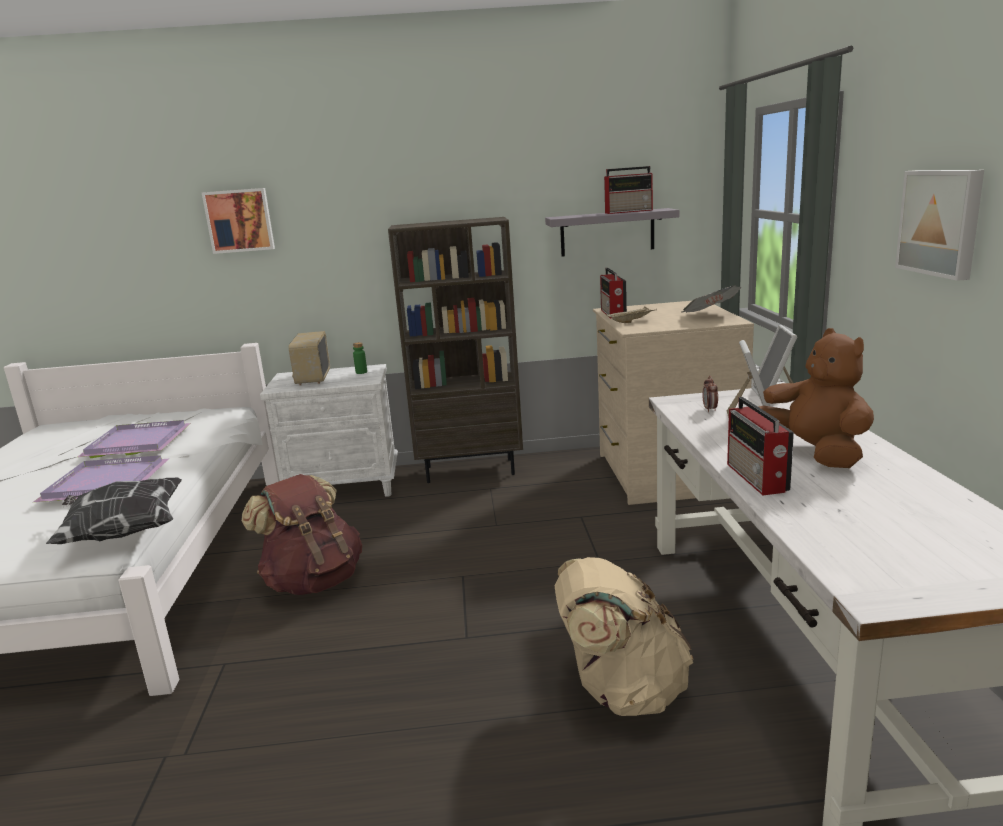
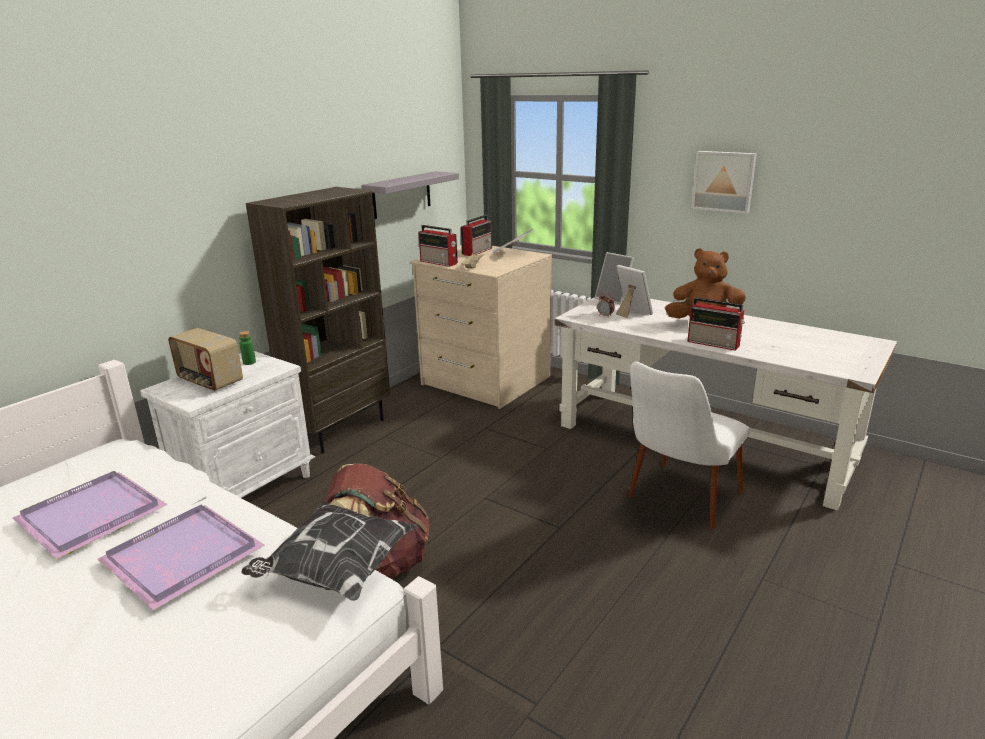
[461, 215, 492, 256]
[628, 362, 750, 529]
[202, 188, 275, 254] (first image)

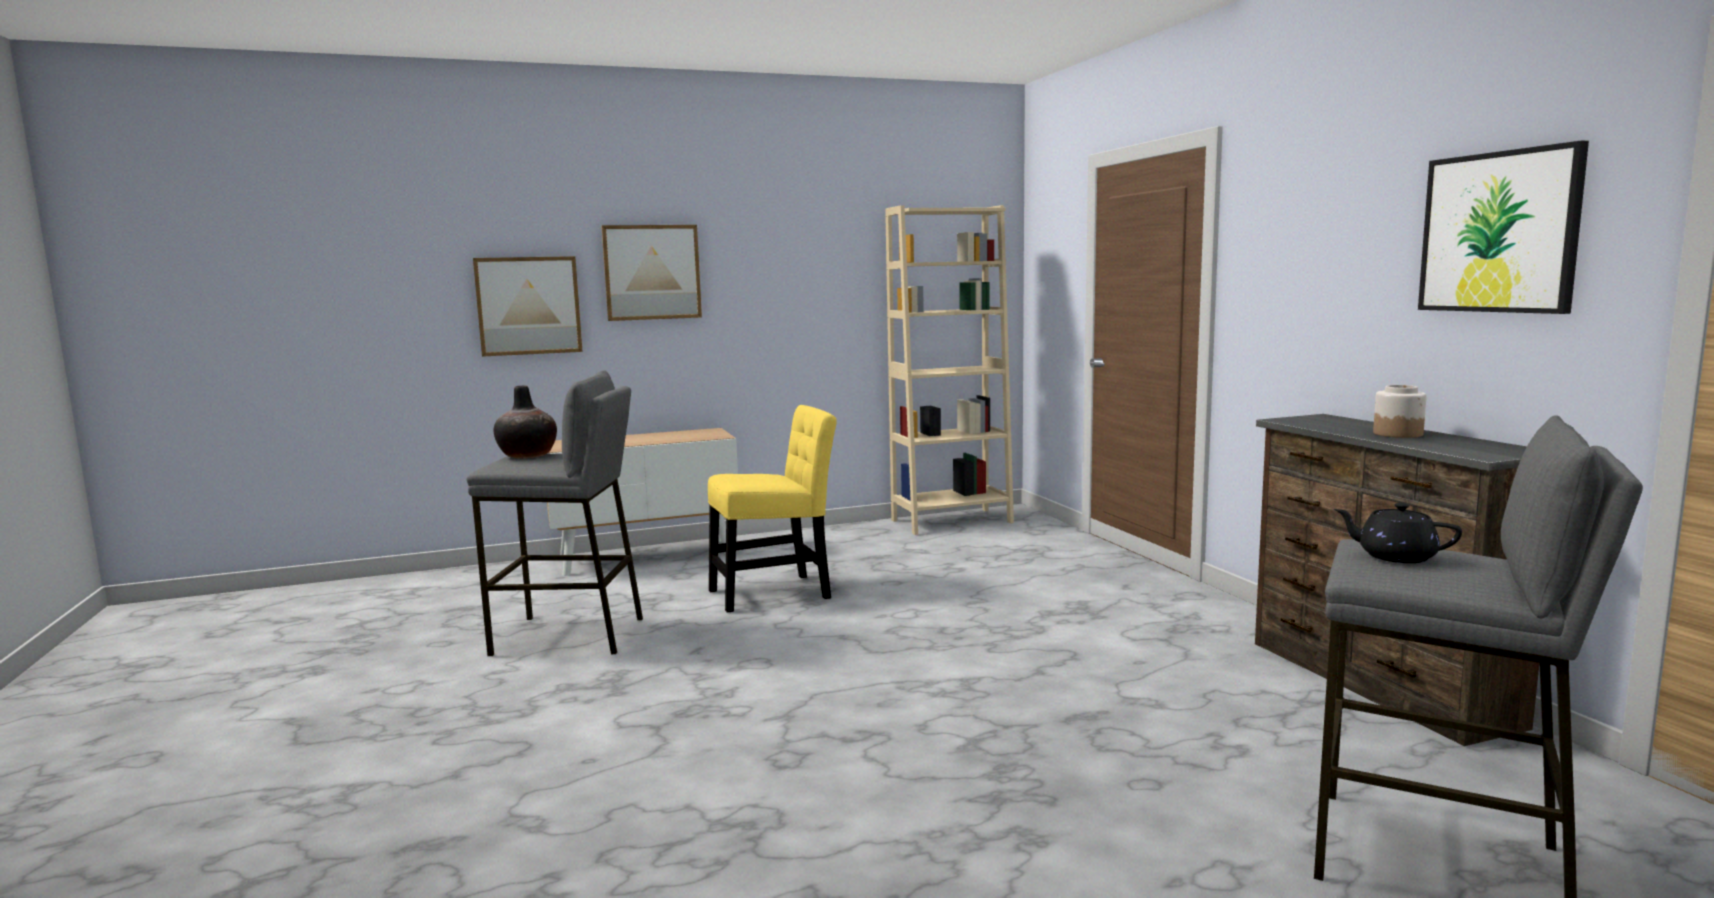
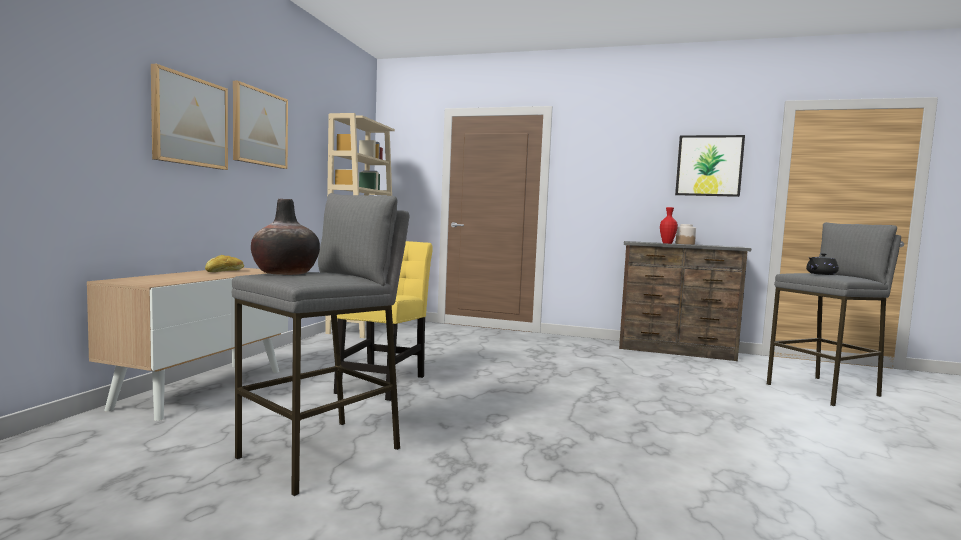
[205, 255, 244, 272]
[233, 81, 288, 169]
[660, 207, 678, 244]

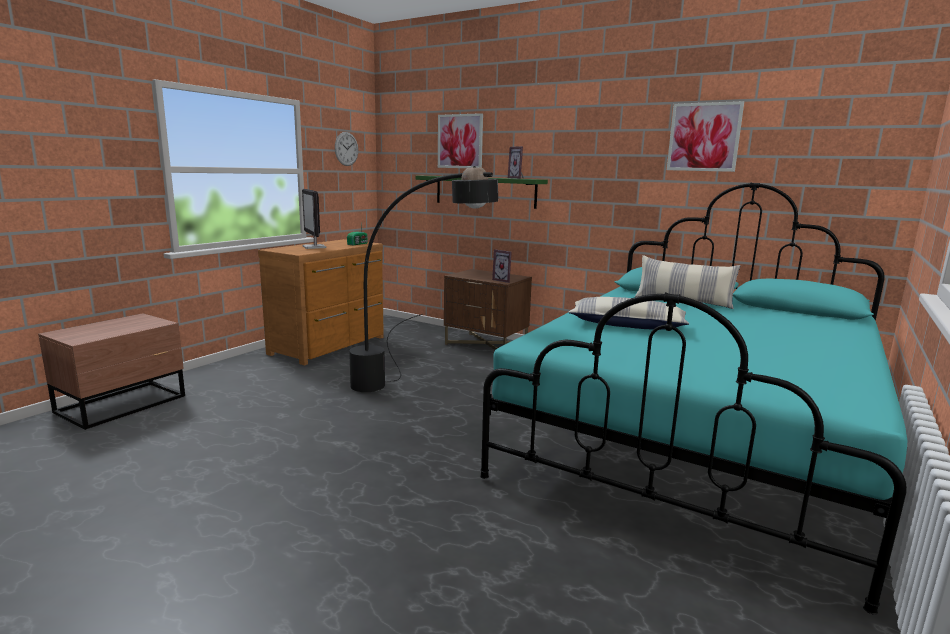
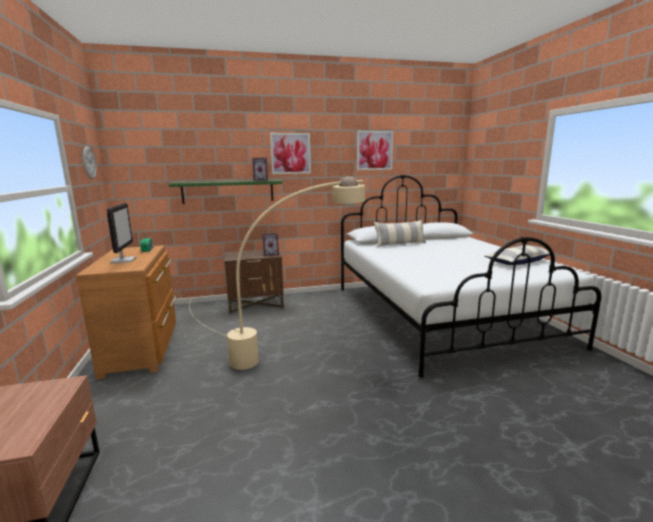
[107, 203, 136, 263]
[189, 176, 365, 370]
[270, 133, 311, 174]
[341, 175, 602, 378]
[484, 245, 555, 265]

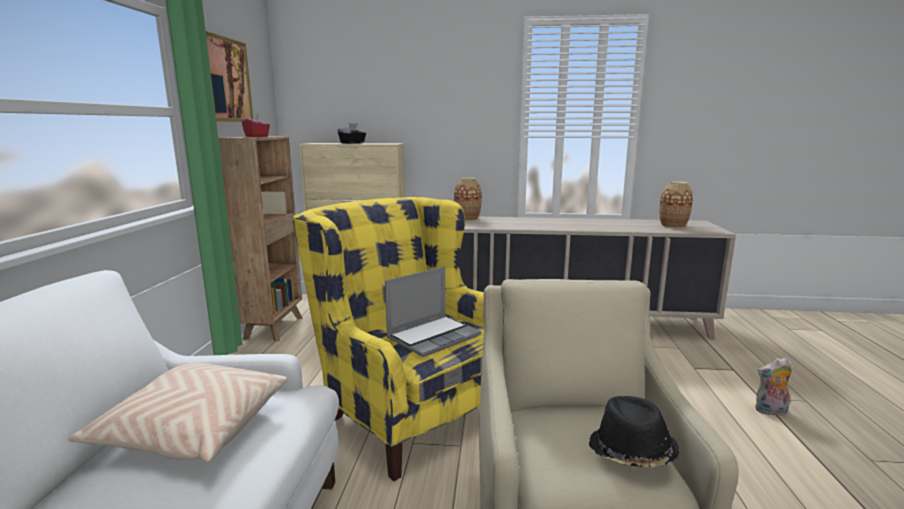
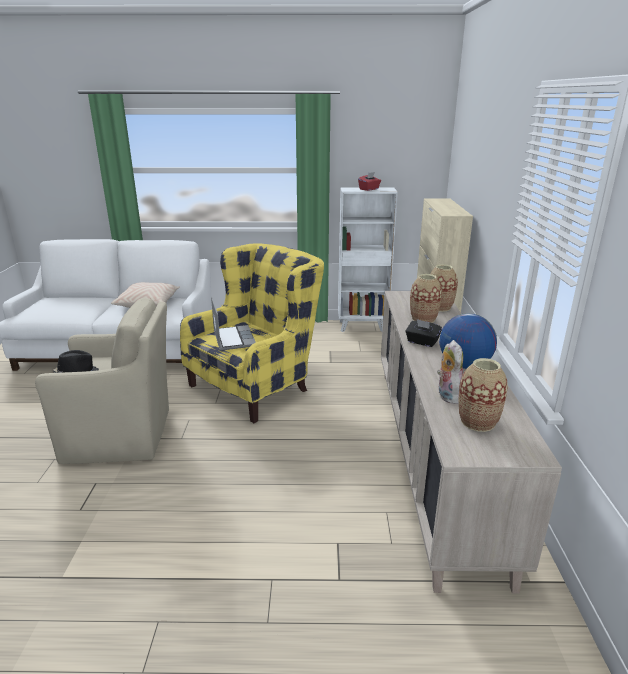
[211, 297, 256, 351]
[338, 187, 398, 332]
[405, 319, 442, 347]
[410, 274, 442, 323]
[437, 340, 463, 404]
[439, 313, 497, 369]
[206, 31, 253, 122] (first image)

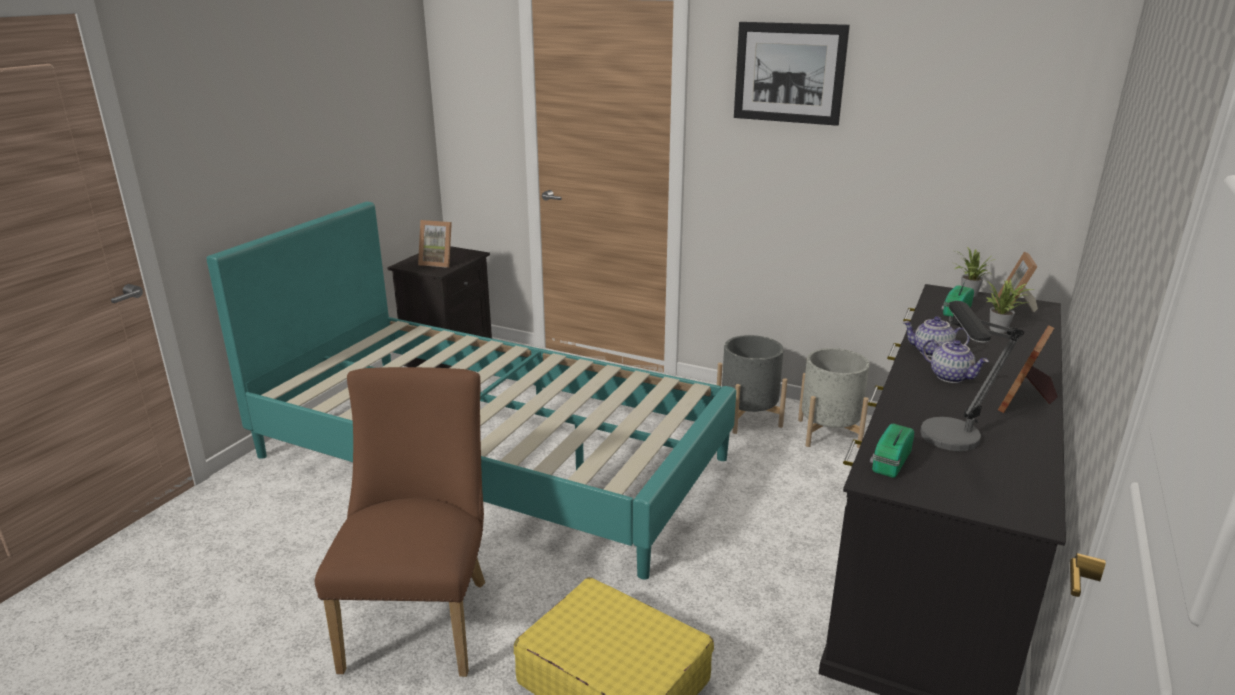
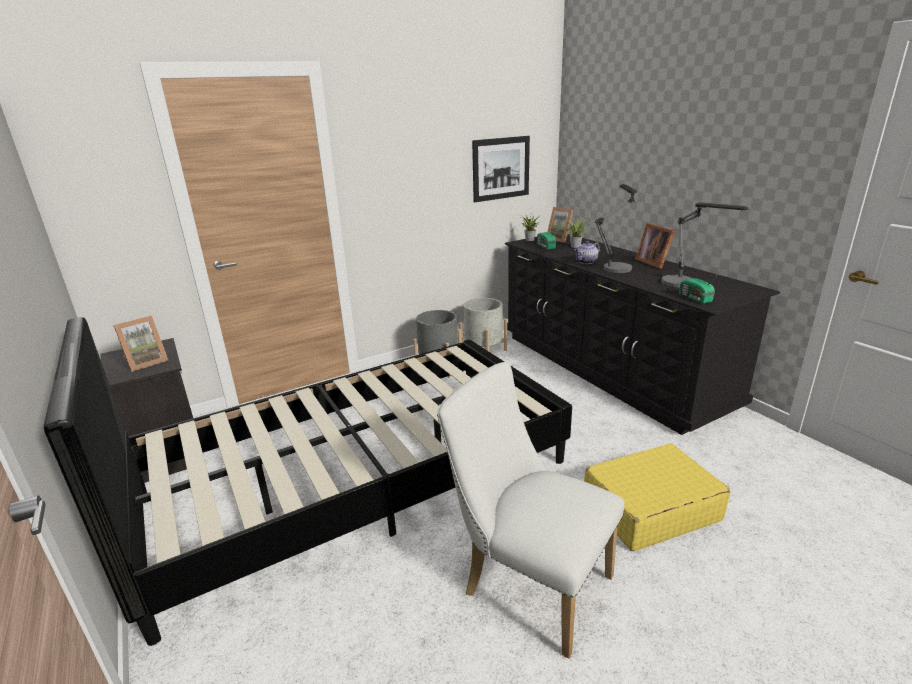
[44, 317, 572, 646]
[437, 362, 625, 659]
[472, 136, 530, 202]
[595, 184, 637, 273]

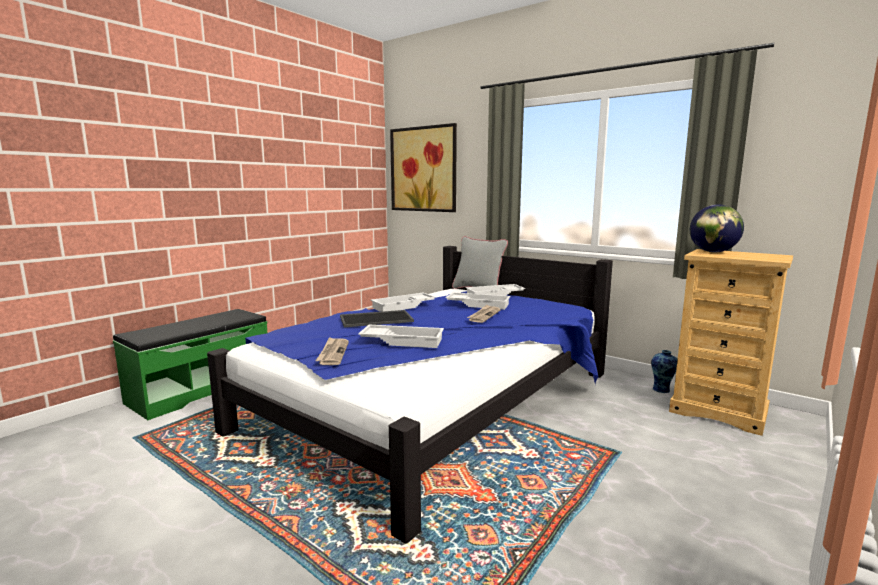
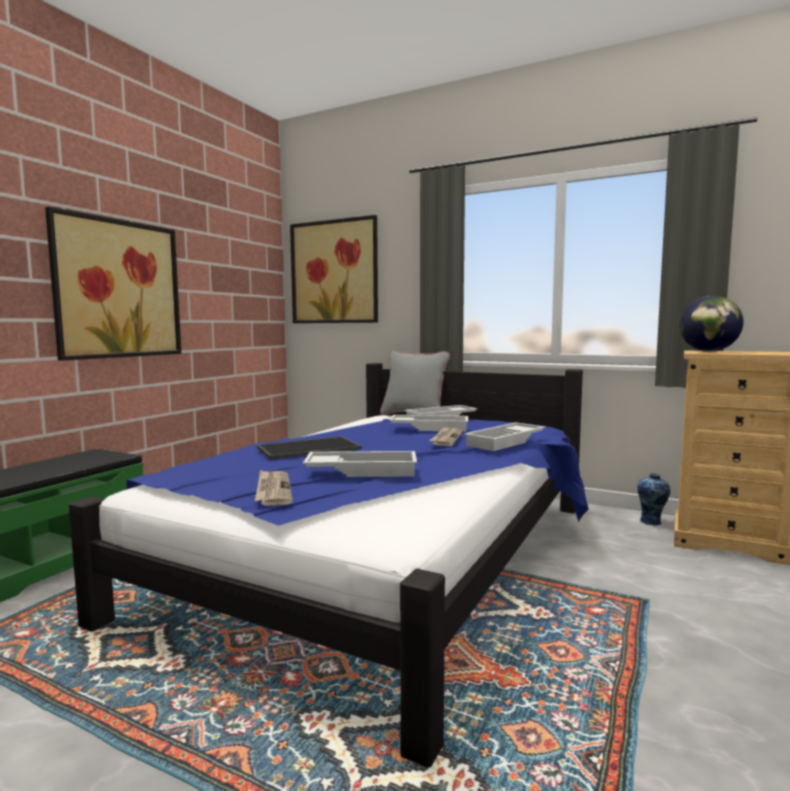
[45, 207, 181, 361]
[464, 422, 546, 451]

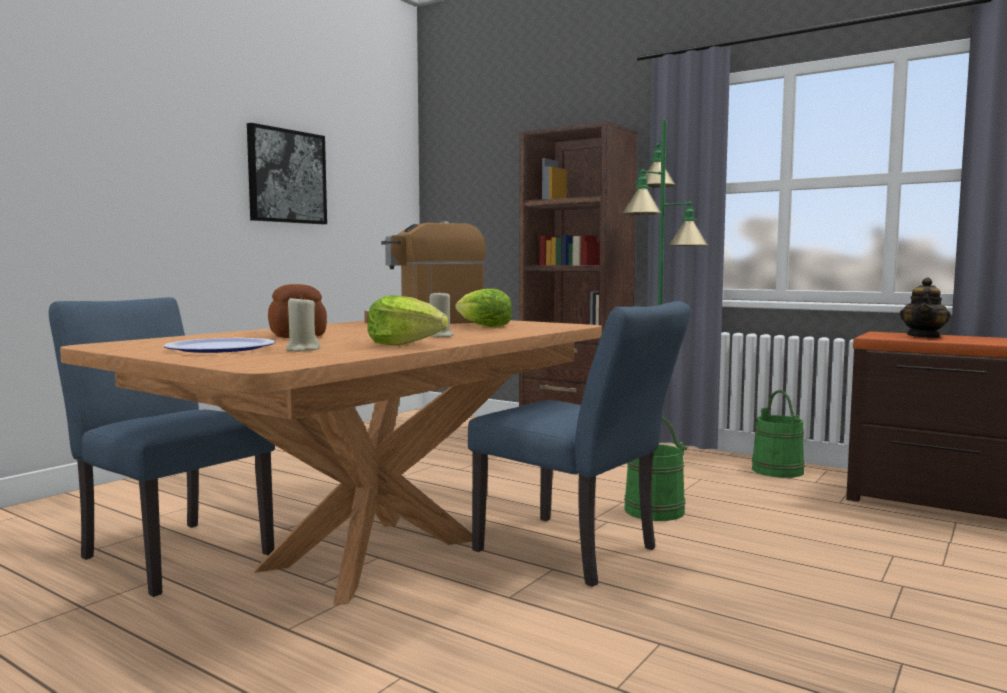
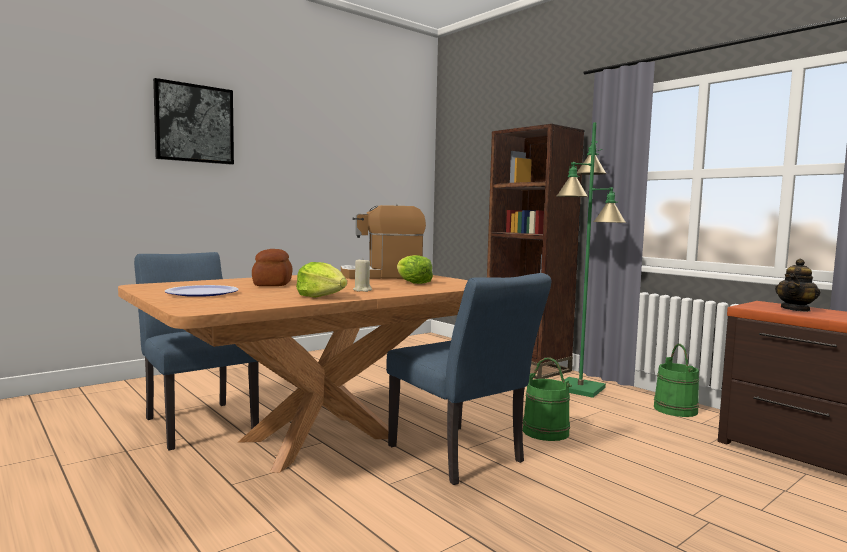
[153, 78, 234, 165]
[286, 295, 320, 352] (first image)

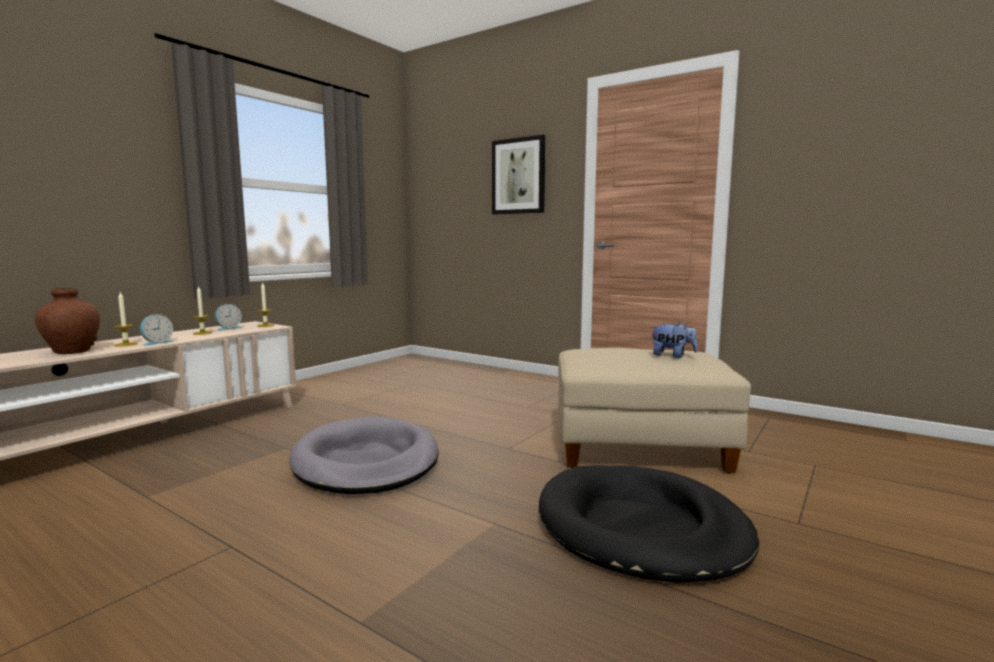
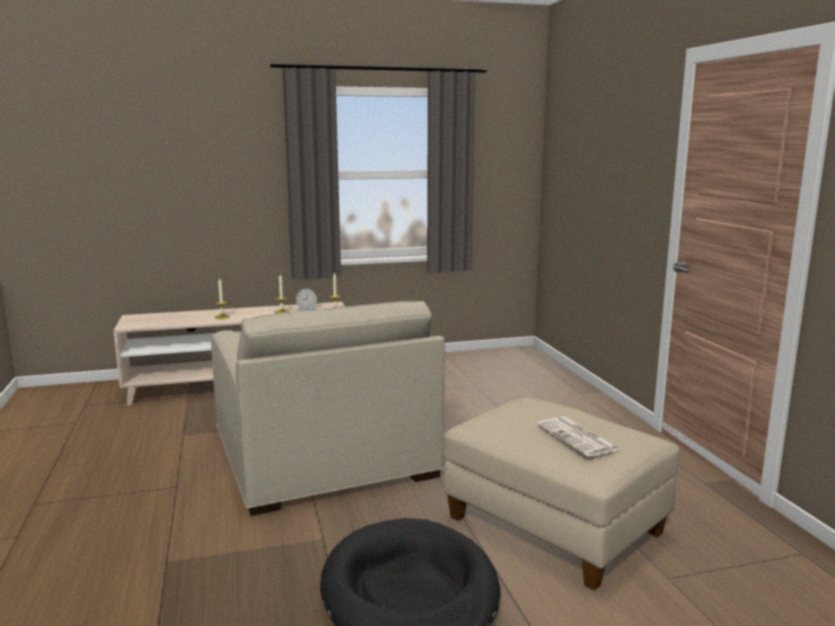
[211, 301, 445, 516]
[537, 417, 620, 457]
[35, 288, 100, 354] (first image)
[140, 314, 174, 346] (first image)
[492, 135, 545, 214] (first image)

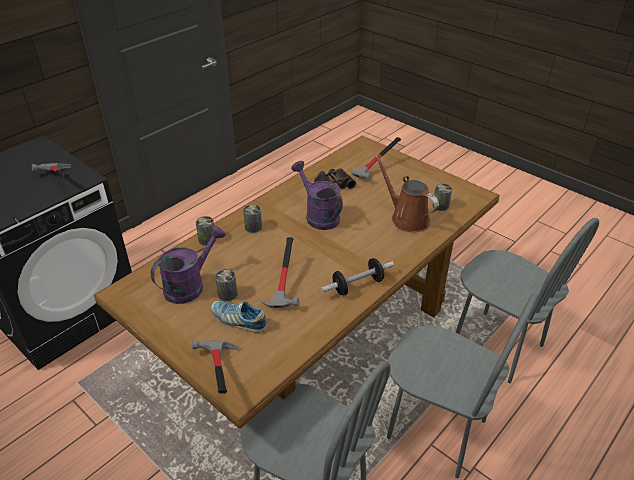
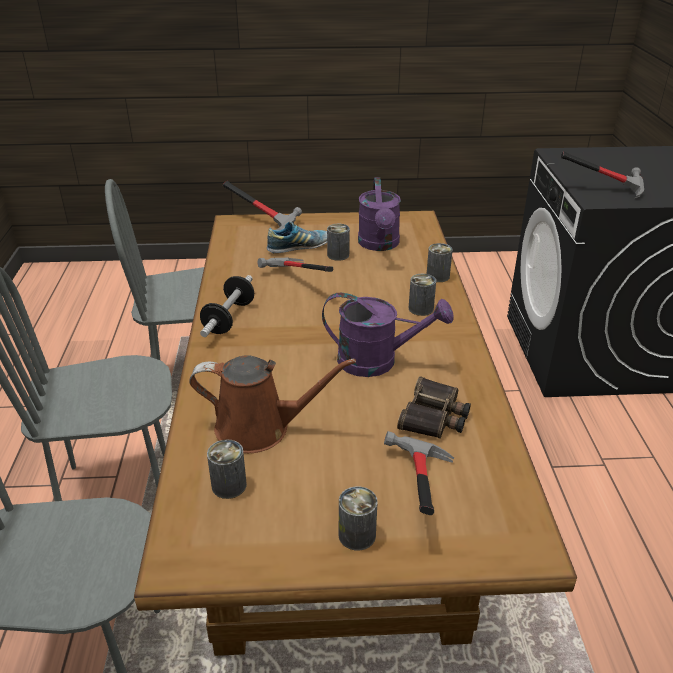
[339, 486, 377, 550]

